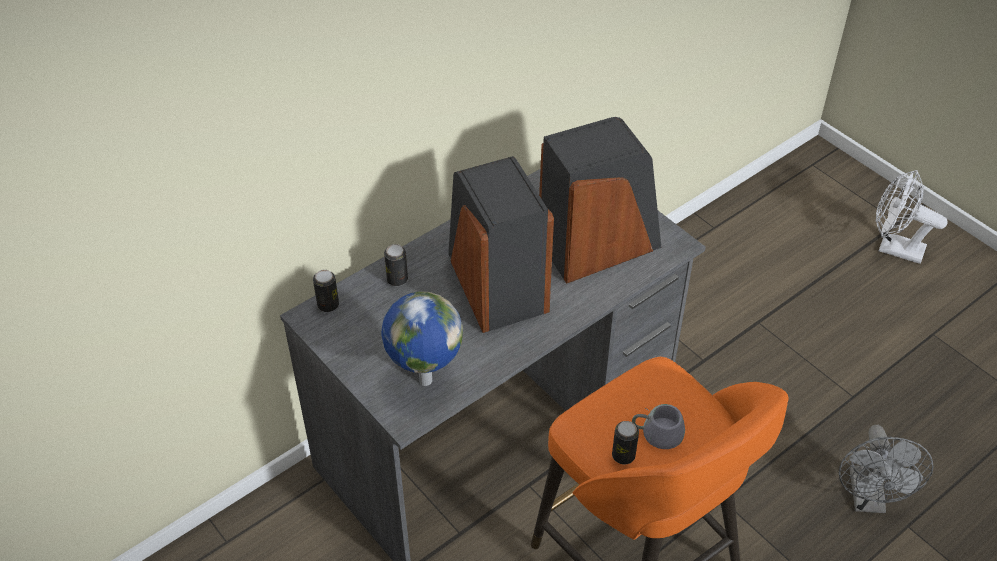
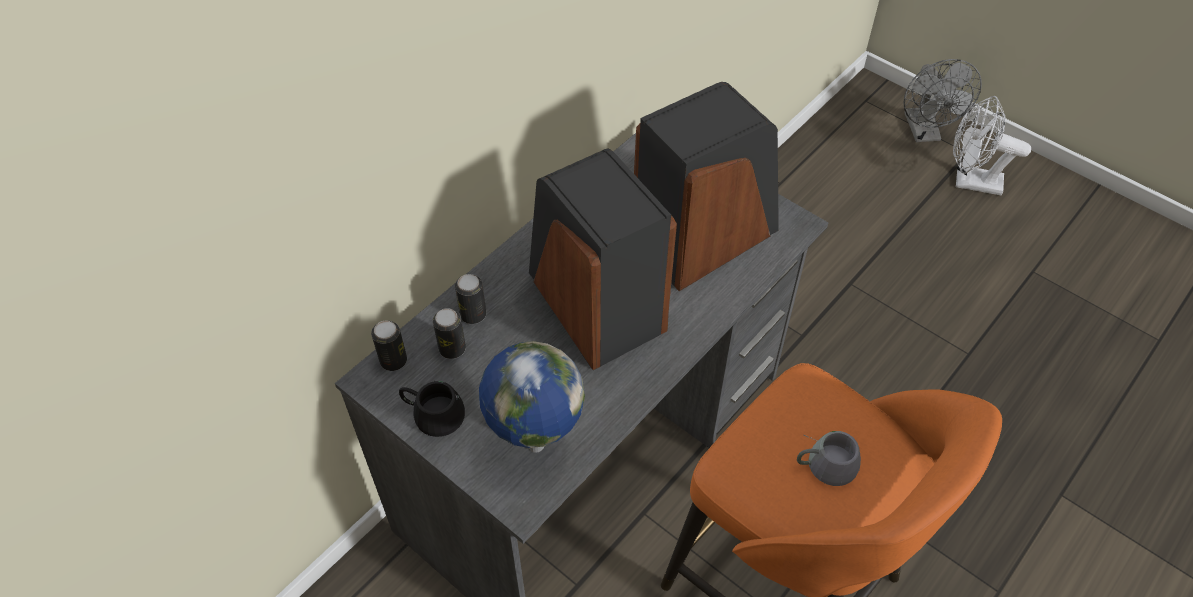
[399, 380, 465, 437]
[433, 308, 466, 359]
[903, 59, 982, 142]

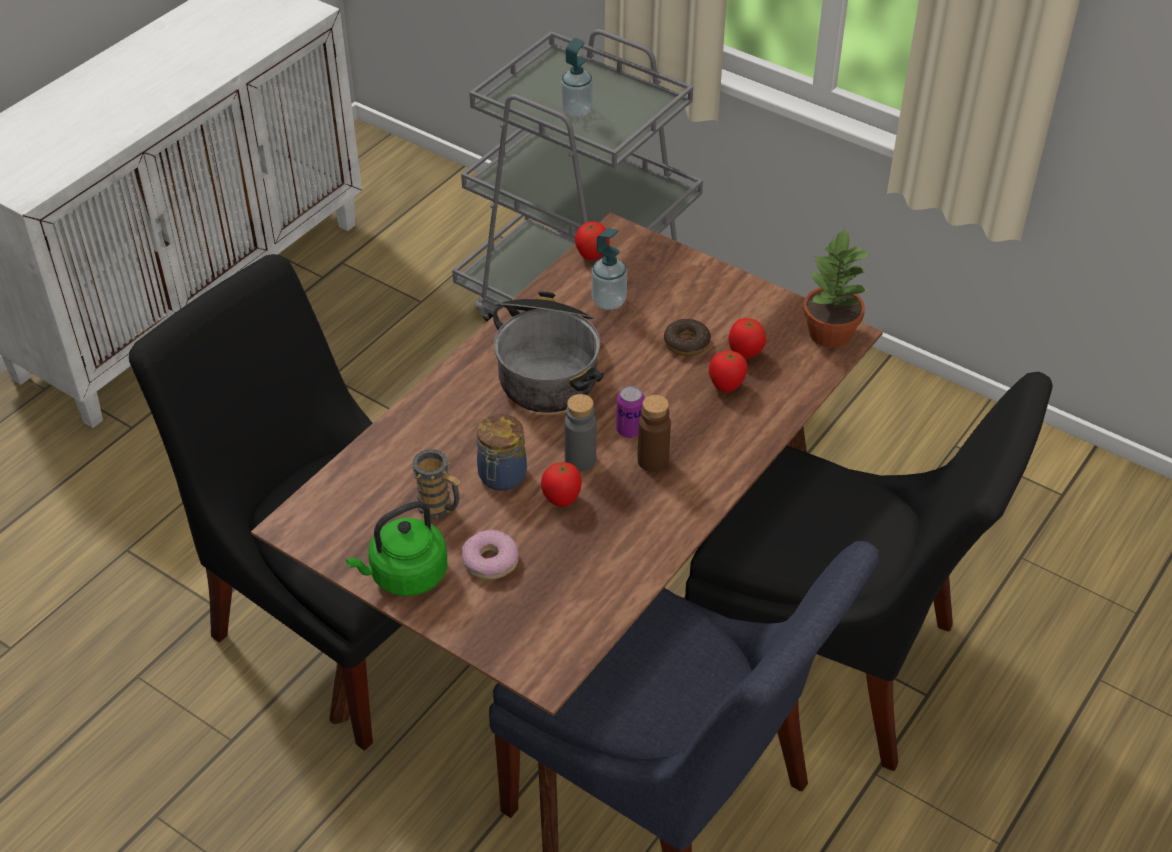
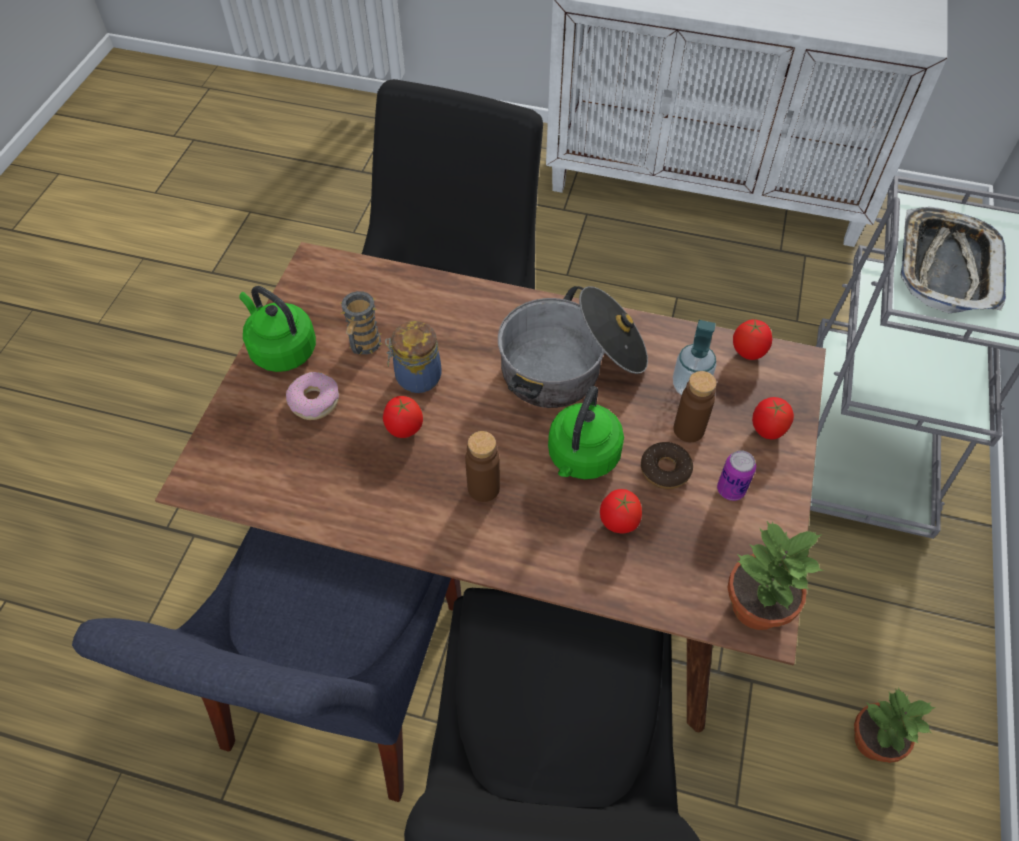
[548, 386, 624, 479]
[674, 371, 717, 442]
[717, 450, 756, 501]
[752, 397, 794, 440]
[854, 688, 936, 763]
[900, 207, 1006, 313]
[564, 394, 596, 471] (first image)

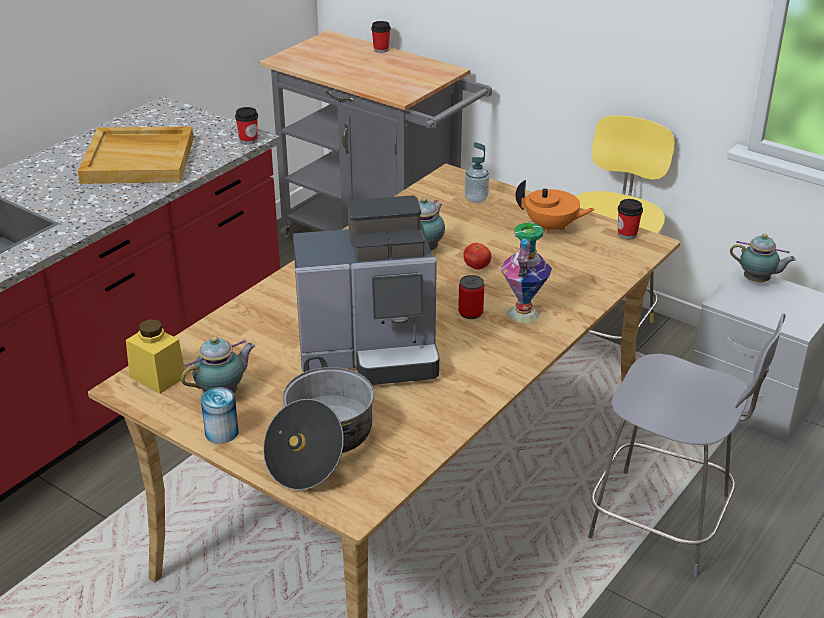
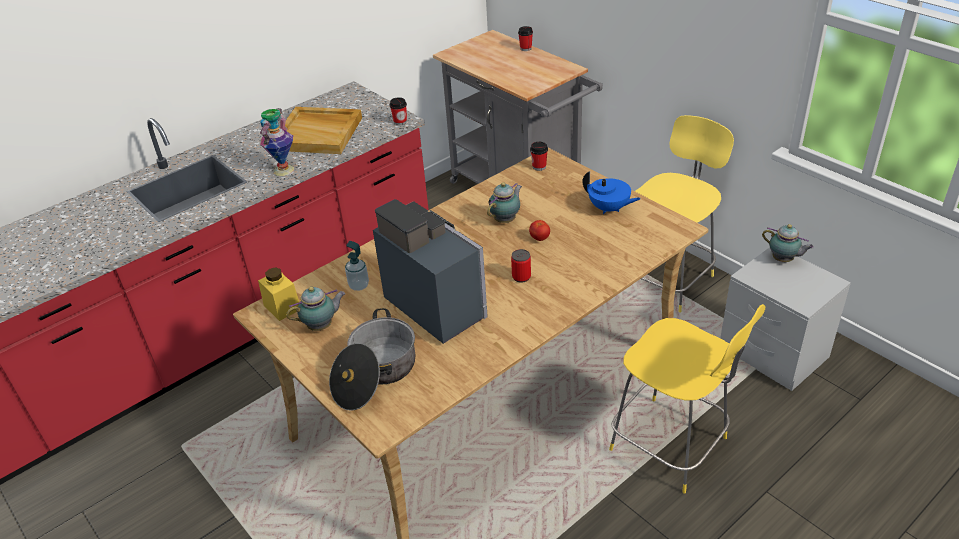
[260, 108, 294, 176]
[345, 241, 369, 291]
[373, 199, 488, 344]
[530, 142, 548, 171]
[583, 171, 641, 214]
[609, 304, 766, 494]
[201, 387, 239, 444] (first image)

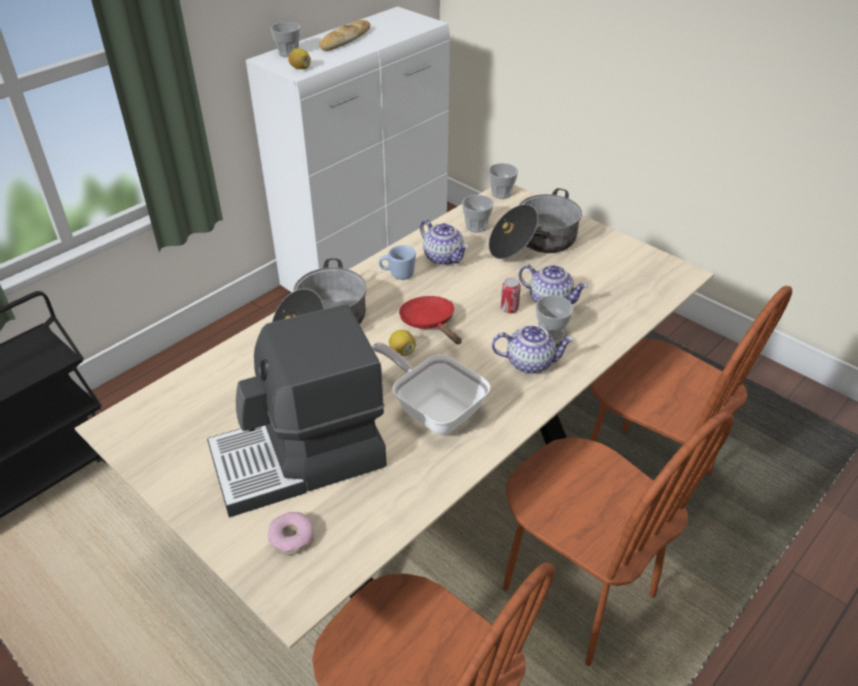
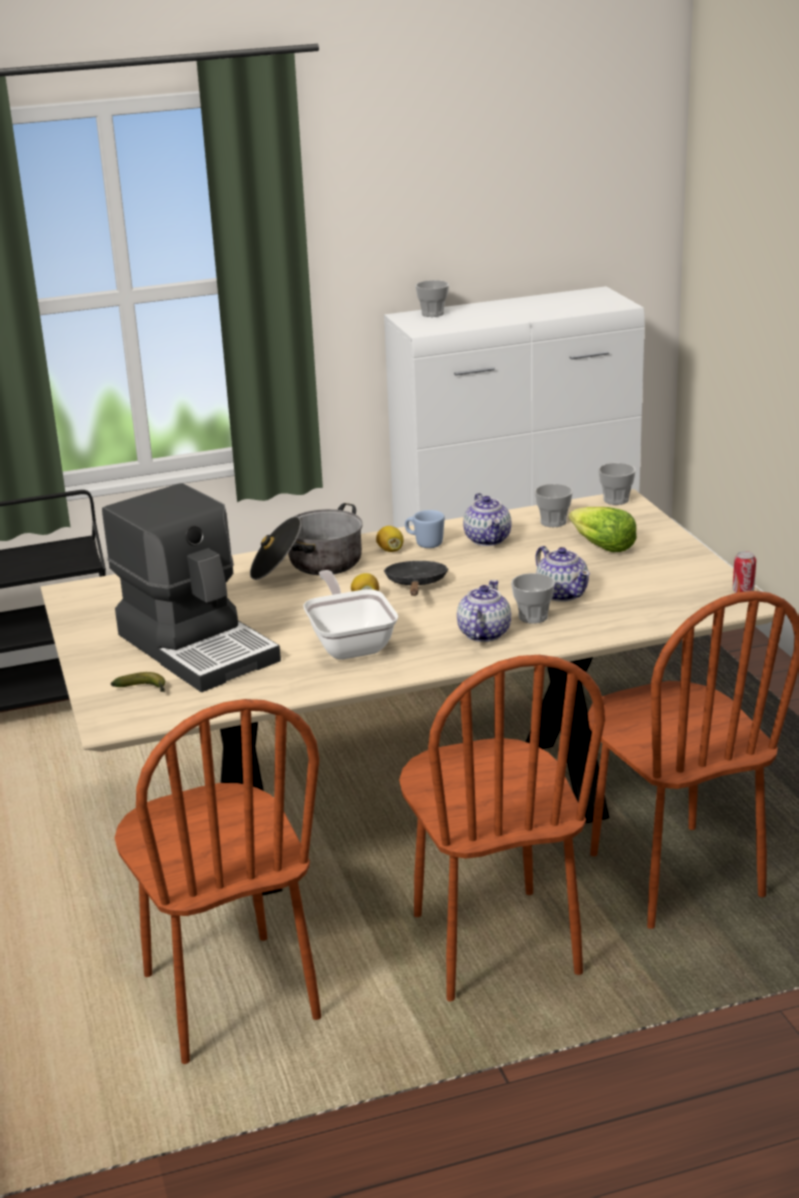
[102, 483, 281, 692]
[111, 672, 165, 692]
[376, 526, 404, 552]
[384, 561, 449, 596]
[457, 580, 511, 642]
[569, 507, 637, 552]
[733, 551, 756, 593]
[319, 20, 370, 51] (first image)

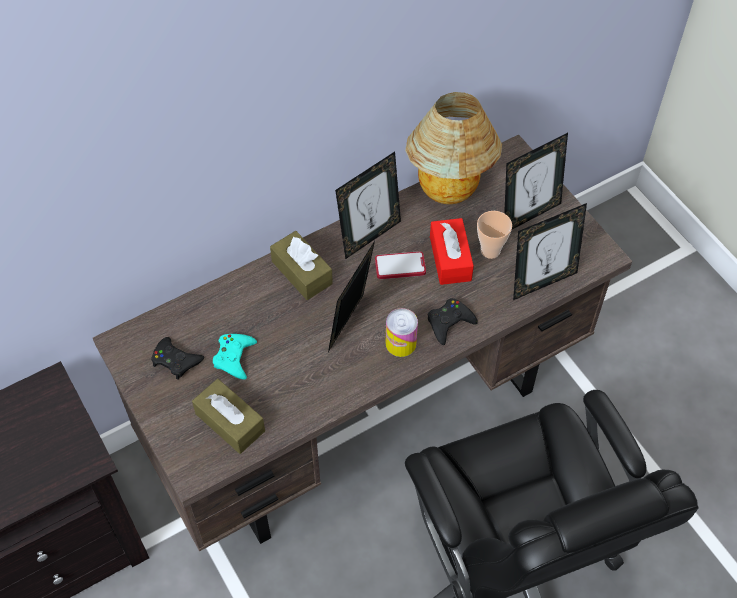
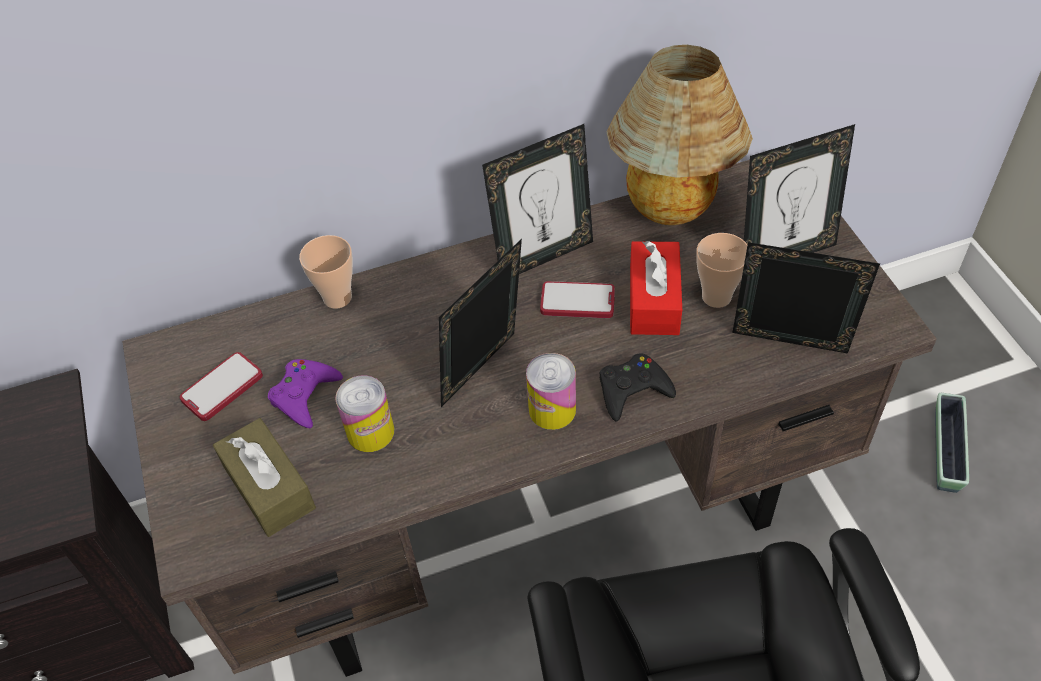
[180, 352, 263, 421]
[268, 359, 343, 428]
[299, 235, 353, 309]
[335, 375, 394, 452]
[732, 242, 880, 354]
[935, 393, 969, 493]
[270, 231, 333, 300] (first image)

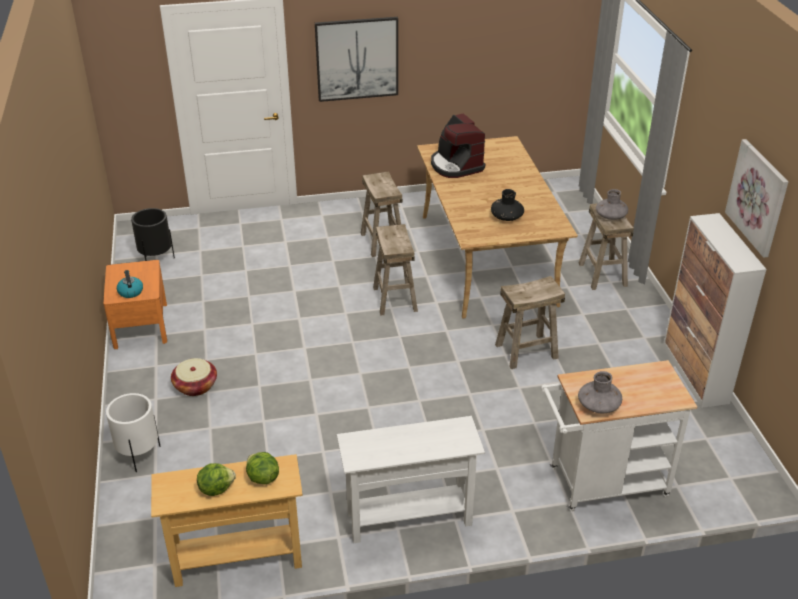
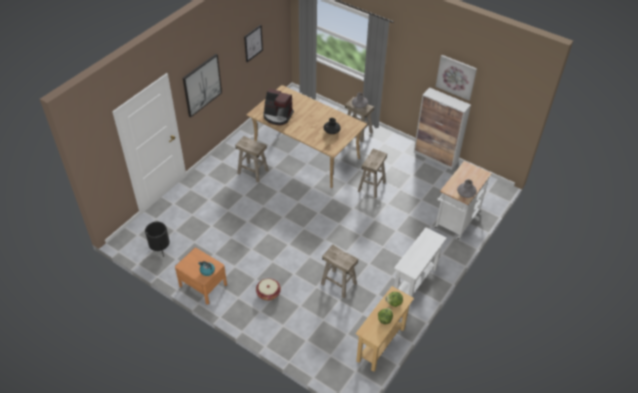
[244, 25, 263, 62]
[321, 245, 358, 298]
[106, 393, 161, 472] (first image)

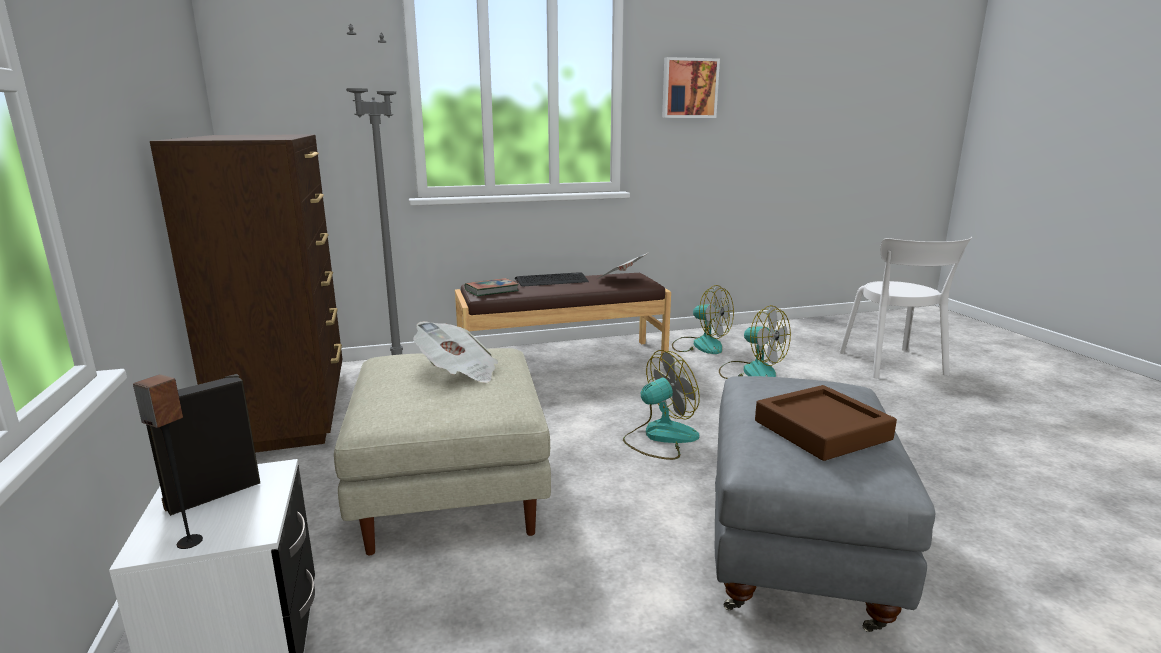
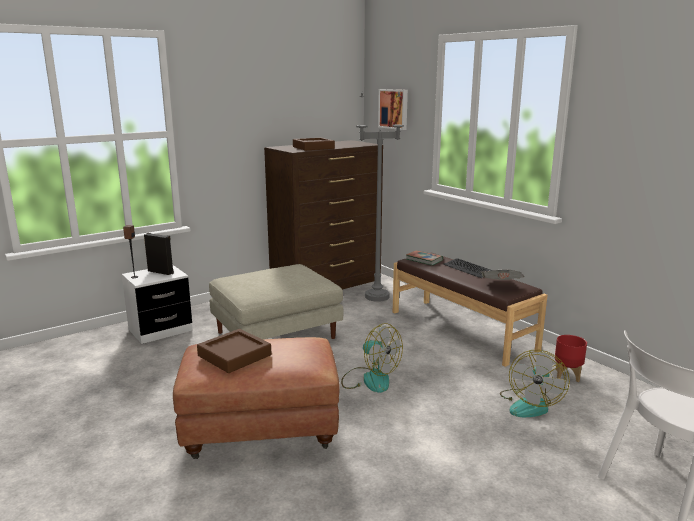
[173, 337, 340, 459]
[293, 138, 335, 150]
[378, 89, 408, 130]
[555, 335, 587, 382]
[413, 321, 498, 383] (first image)

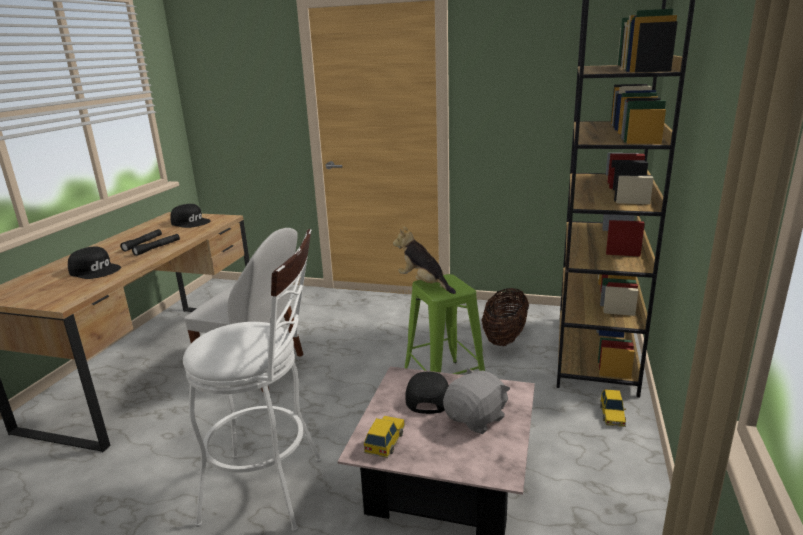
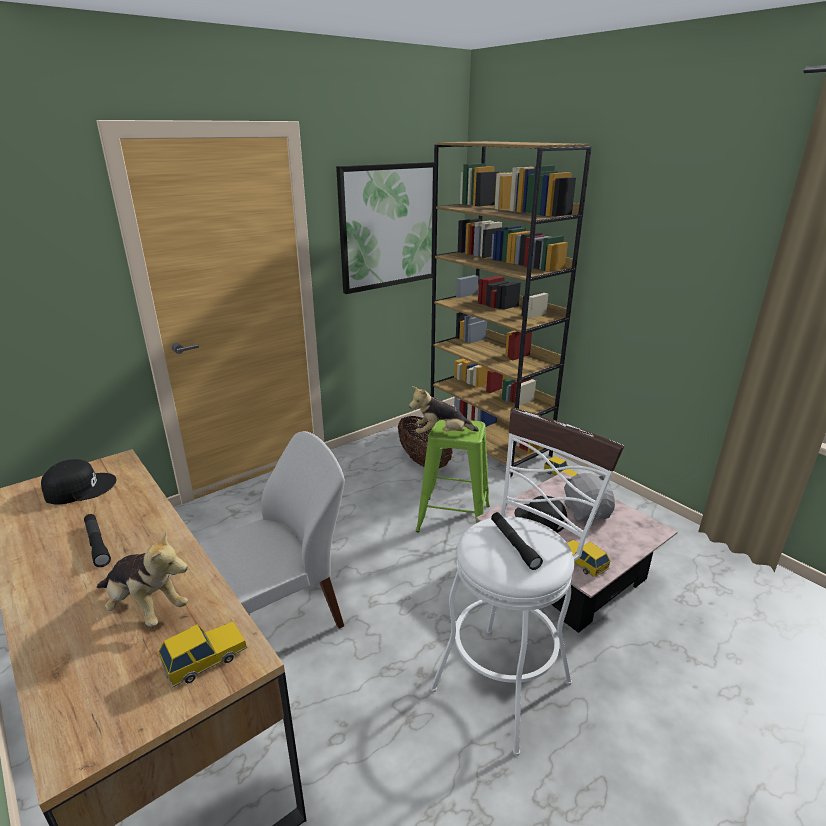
[97, 530, 188, 627]
[158, 622, 247, 688]
[336, 162, 434, 294]
[491, 512, 543, 570]

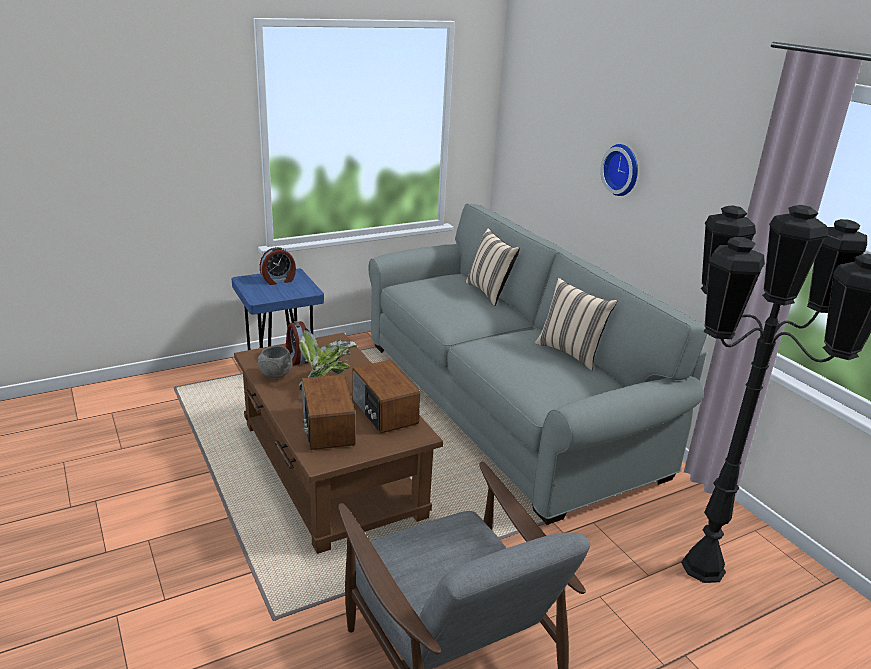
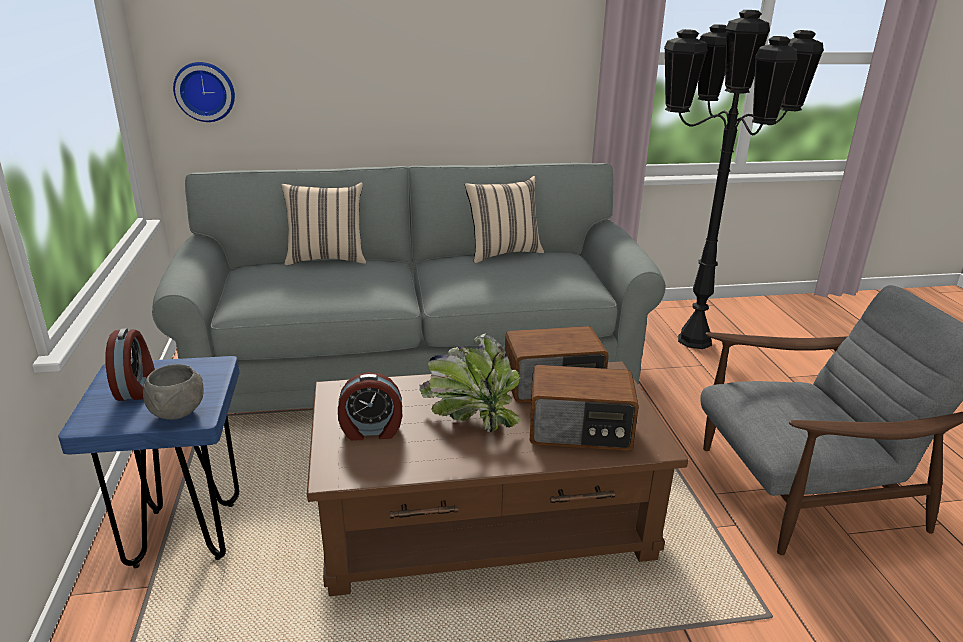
[143, 364, 203, 420]
[173, 62, 235, 122]

